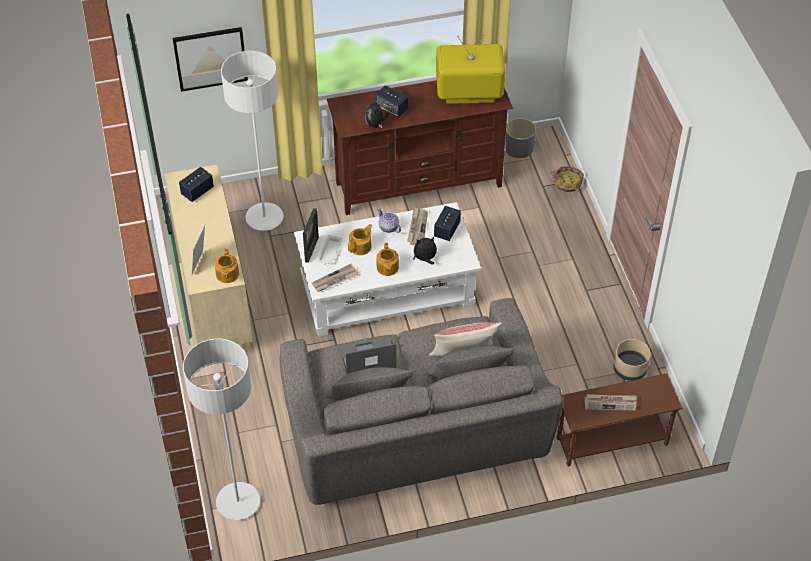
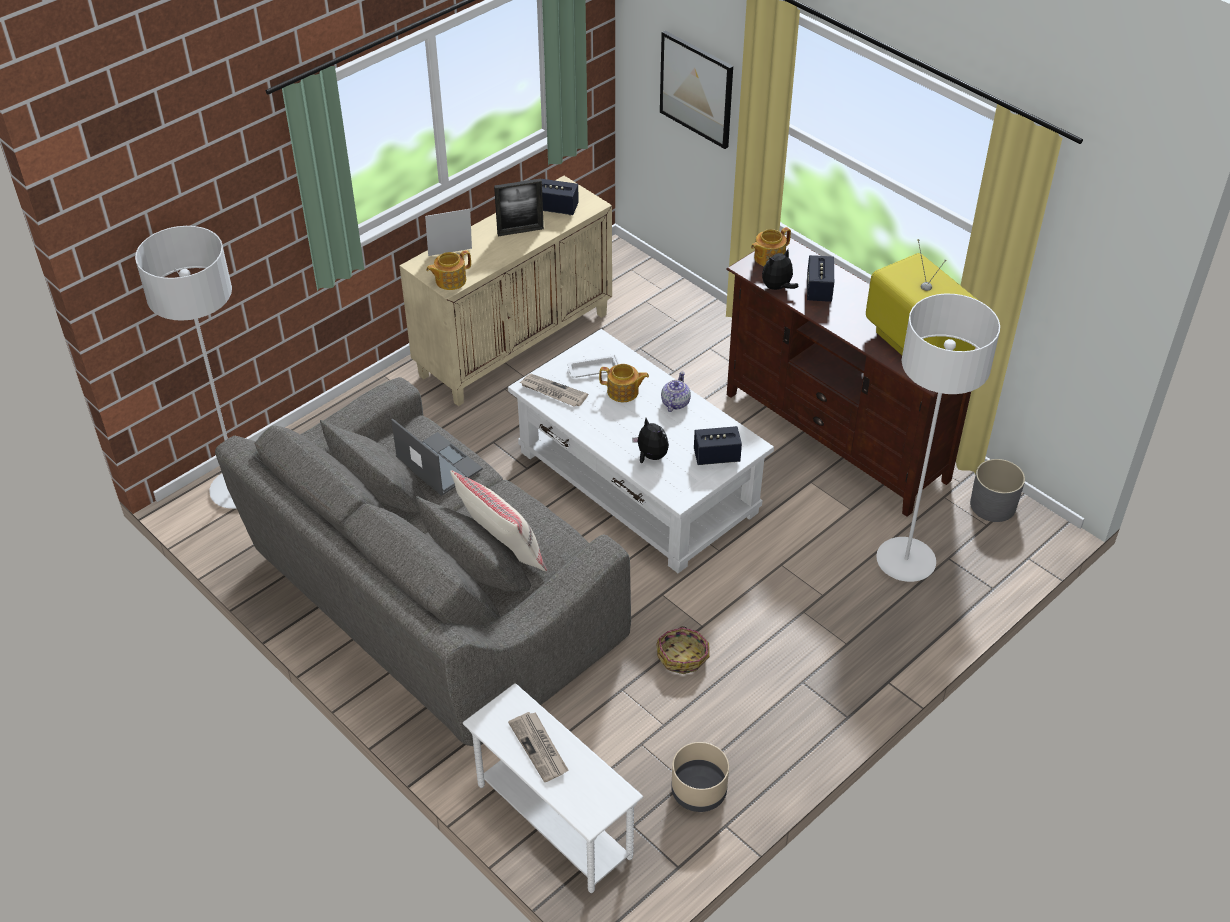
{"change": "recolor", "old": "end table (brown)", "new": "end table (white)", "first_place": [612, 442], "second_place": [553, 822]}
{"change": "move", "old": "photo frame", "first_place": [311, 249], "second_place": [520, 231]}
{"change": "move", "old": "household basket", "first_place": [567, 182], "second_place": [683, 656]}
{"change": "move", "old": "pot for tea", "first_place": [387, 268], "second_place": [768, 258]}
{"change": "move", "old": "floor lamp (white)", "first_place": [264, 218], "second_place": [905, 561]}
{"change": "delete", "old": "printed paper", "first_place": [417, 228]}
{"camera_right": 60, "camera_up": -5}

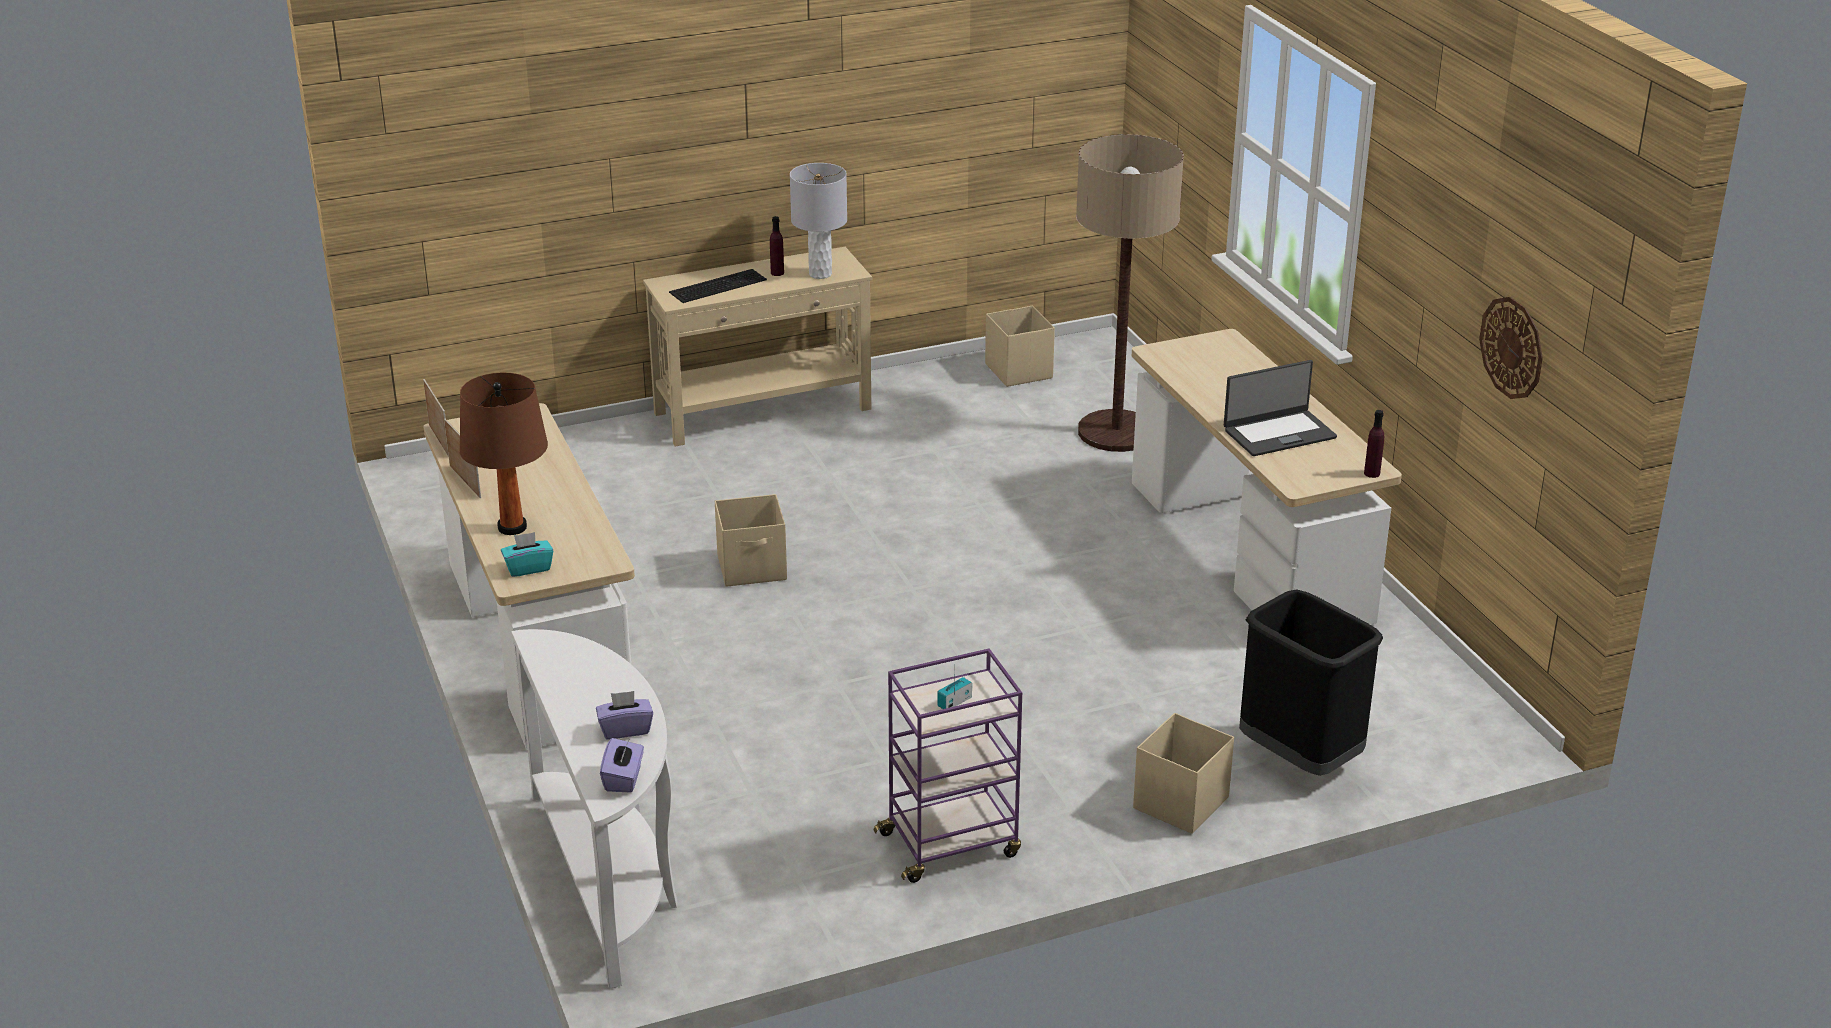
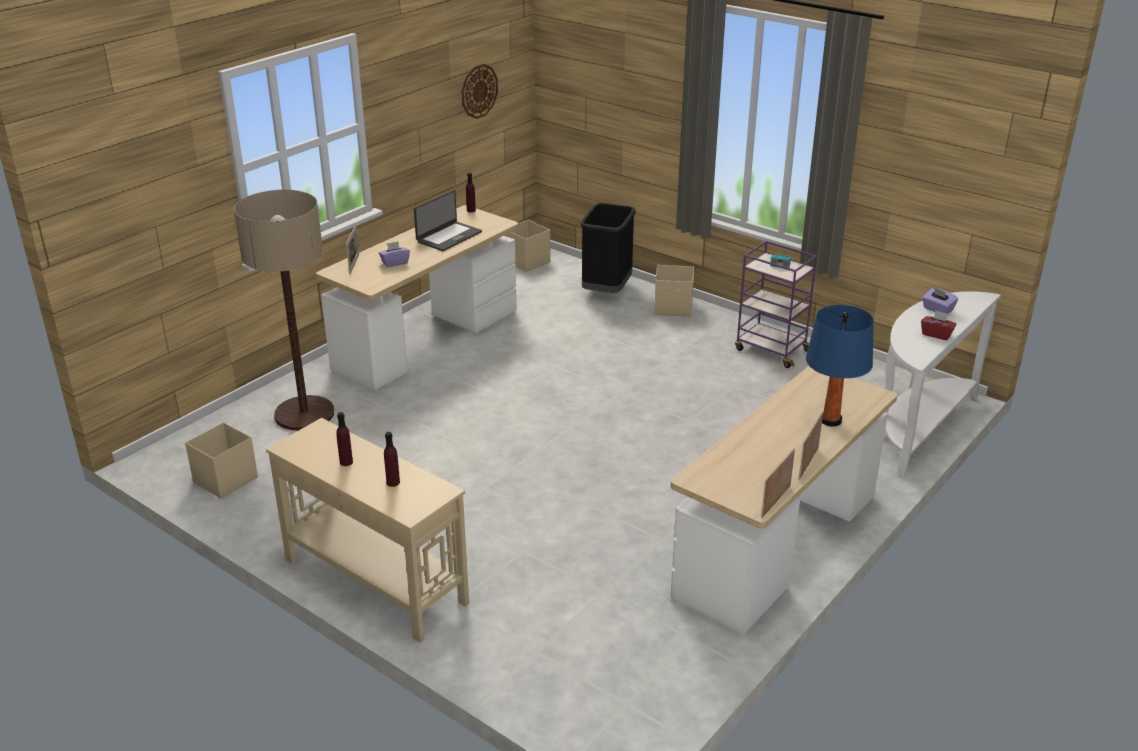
{"change": "insert", "new": "photo frame", "second_place": [354, 264]}
{"change": "move", "old": "box of tissues (purple-coloured)", "first_place": [624, 779], "second_place": [395, 263]}
{"change": "replace", "old": "PC keyboard", "new": "drink bottle (purple-coloured)", "first_place": [718, 285], "second_place": [393, 482]}
{"change": "rotate", "old": "laptop", "first_place": [1278, 433], "second_place": [448, 236], "degrees": 90}
{"change": "move", "old": "storage box (beige-coloured)", "first_place": [753, 568], "second_place": [527, 261]}
{"change": "recolor", "old": "table lamp (brown)", "new": "table lamp (bluish)", "first_place": [512, 527], "second_place": [830, 420]}
{"change": "insert", "new": "box of tissues (red)", "second_place": [936, 334]}
{"change": "delete", "old": "box of tissues (turquoise-coloured)", "first_place": [528, 568]}
{"change": "delete", "old": "table lamp (gray)", "first_place": [820, 274]}
{"camera_right": -120, "camera_up": 0}

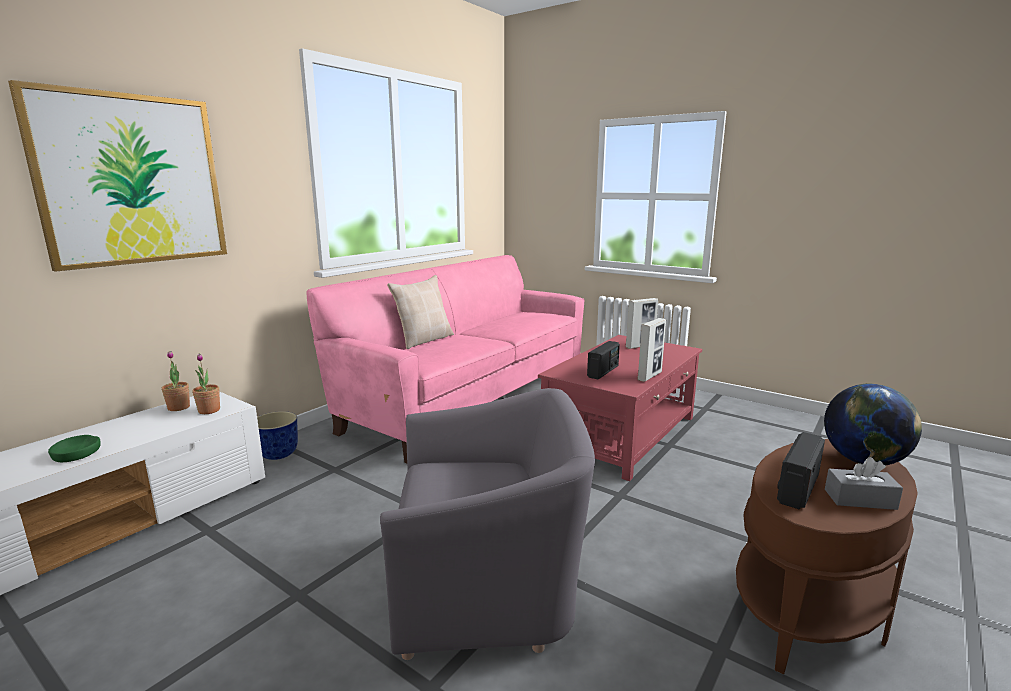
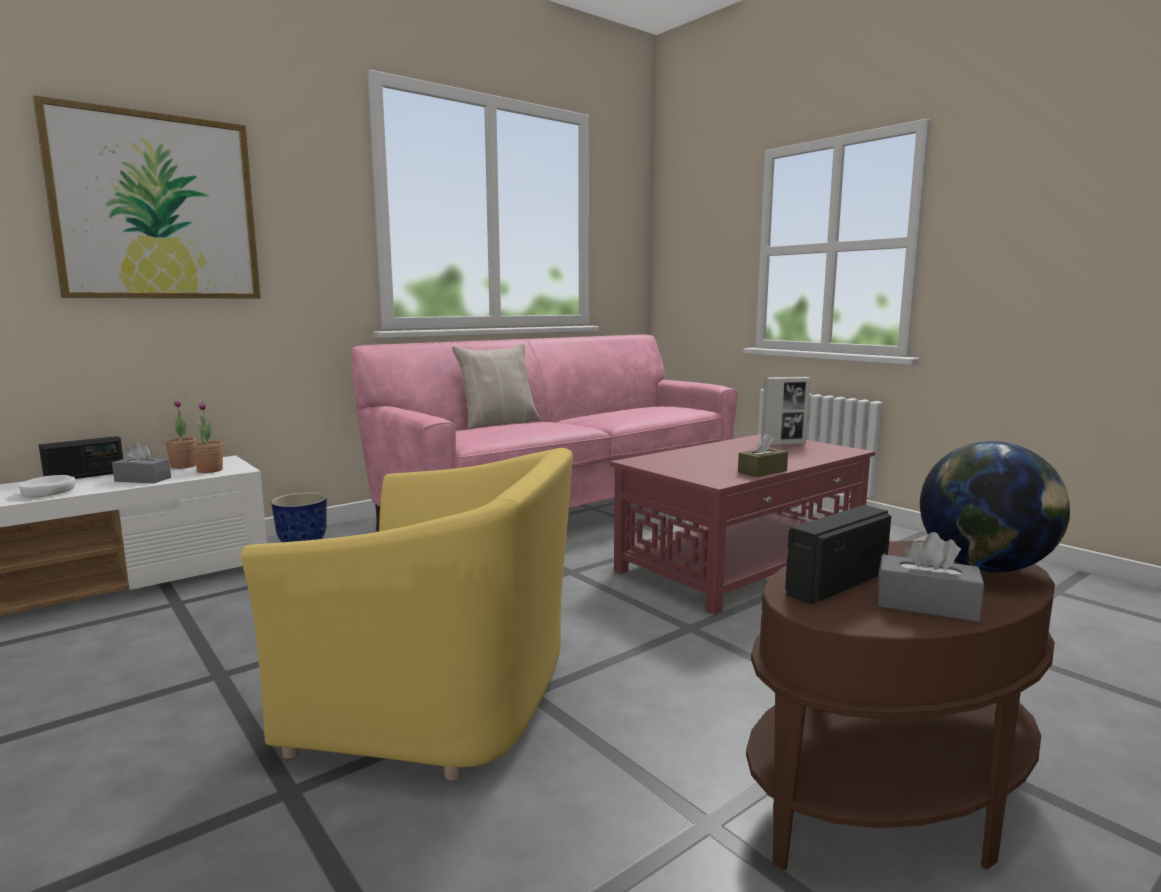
{"change": "recolor", "old": "serving bowl (green)", "new": "serving bowl (white)", "first_place": [76, 453], "second_place": [49, 492]}
{"change": "move", "old": "radio set", "first_place": [603, 371], "second_place": [85, 476]}
{"change": "insert", "new": "box of tissues (gray)", "second_place": [143, 479]}
{"change": "recolor", "old": "easy chair (gray)", "new": "easy chair (yellow)", "first_place": [487, 583], "second_place": [442, 697]}
{"change": "replace", "old": "photo frame", "new": "box of tissues (brown)", "first_place": [649, 376], "second_place": [762, 471]}
{"camera_right": 15, "camera_up": -5}

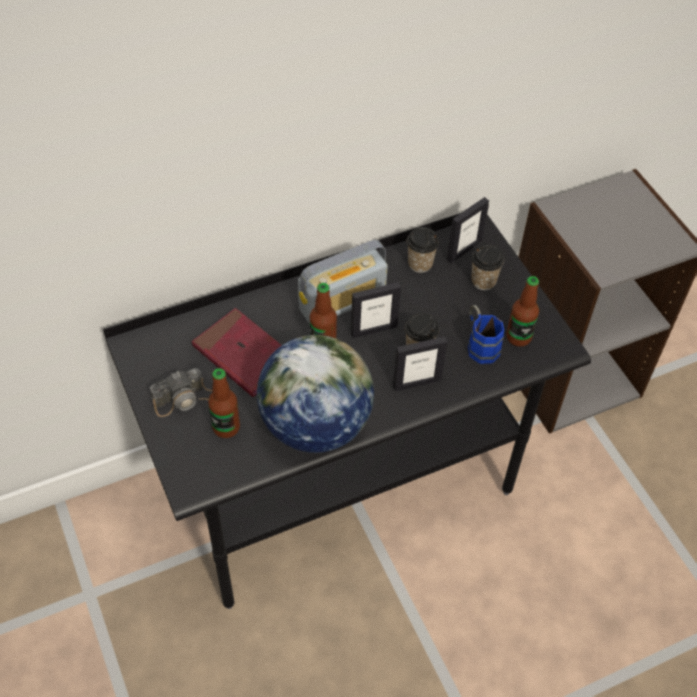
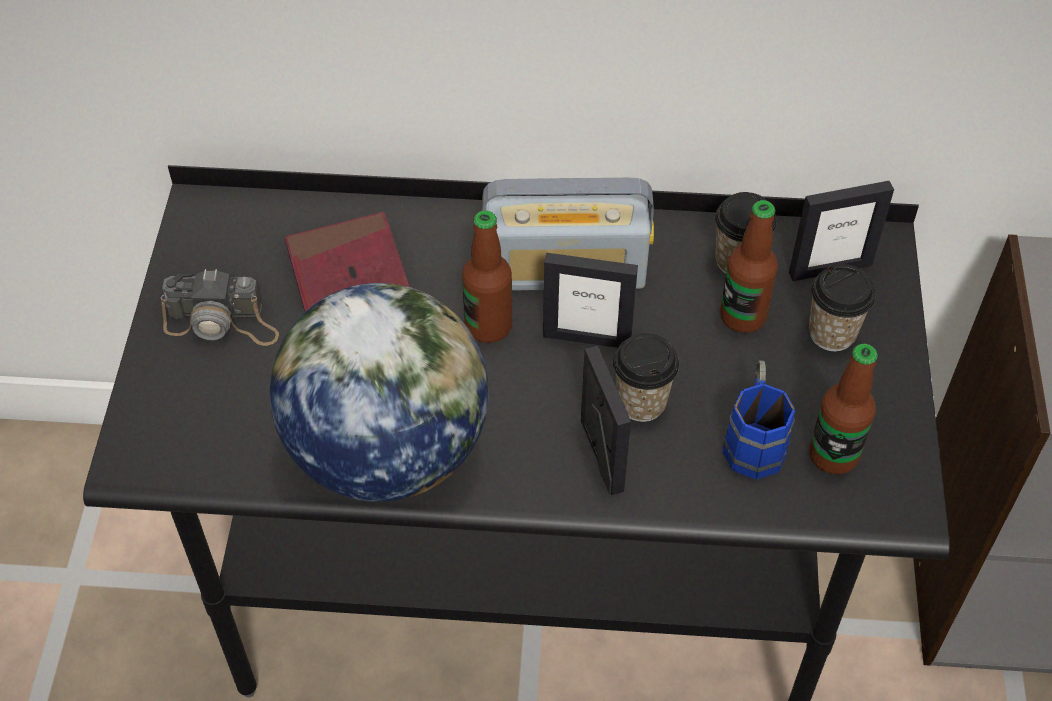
{"change": "rotate", "old": "photo frame", "first_place": [416, 383], "second_place": [601, 455], "degrees": -120}
{"change": "move", "old": "drink bottle", "first_place": [226, 427], "second_place": [743, 316]}
{"camera_right": 30, "camera_up": 0}

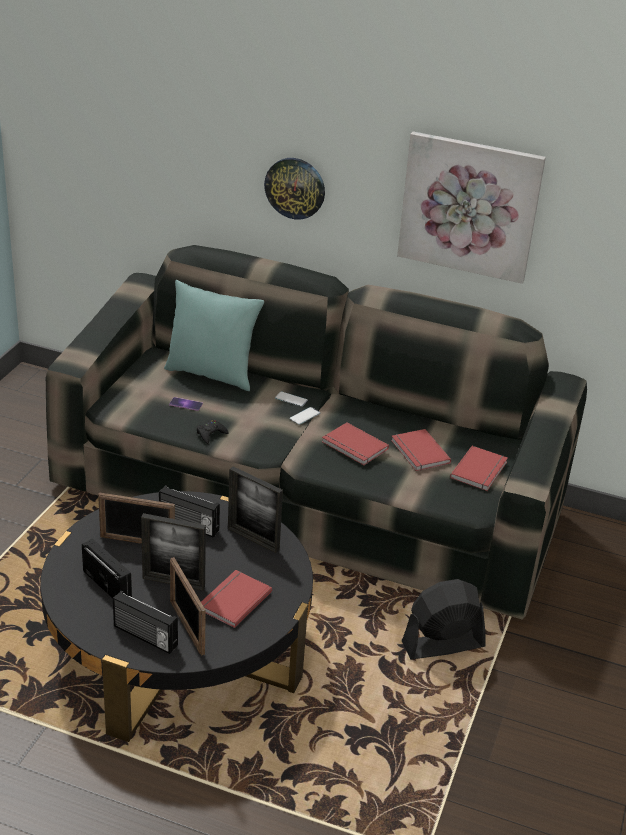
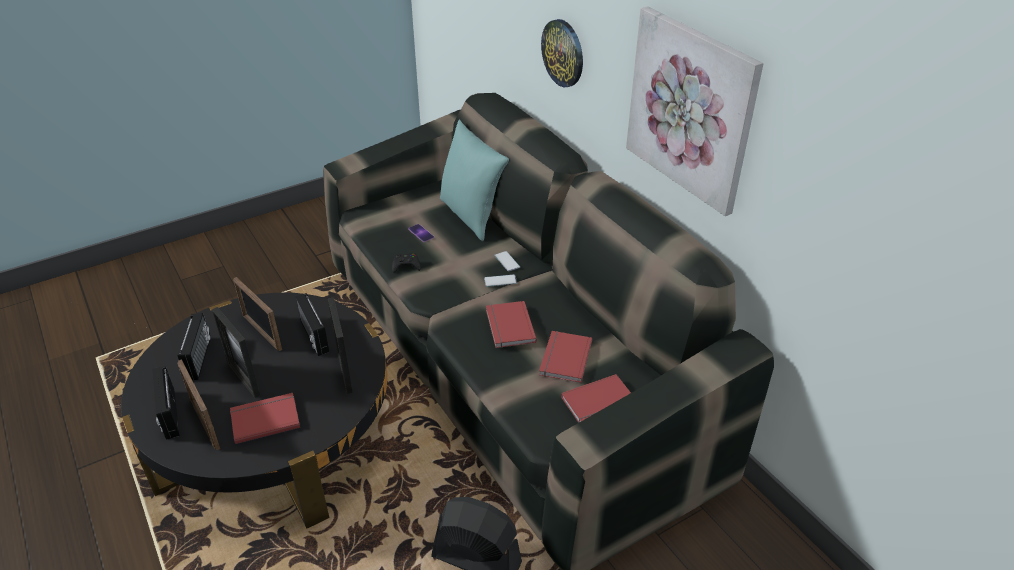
{"change": "rotate", "old": "photo frame", "first_place": [187, 627], "second_place": [205, 423], "degrees": -45}
{"camera_right": 40, "camera_up": 5}

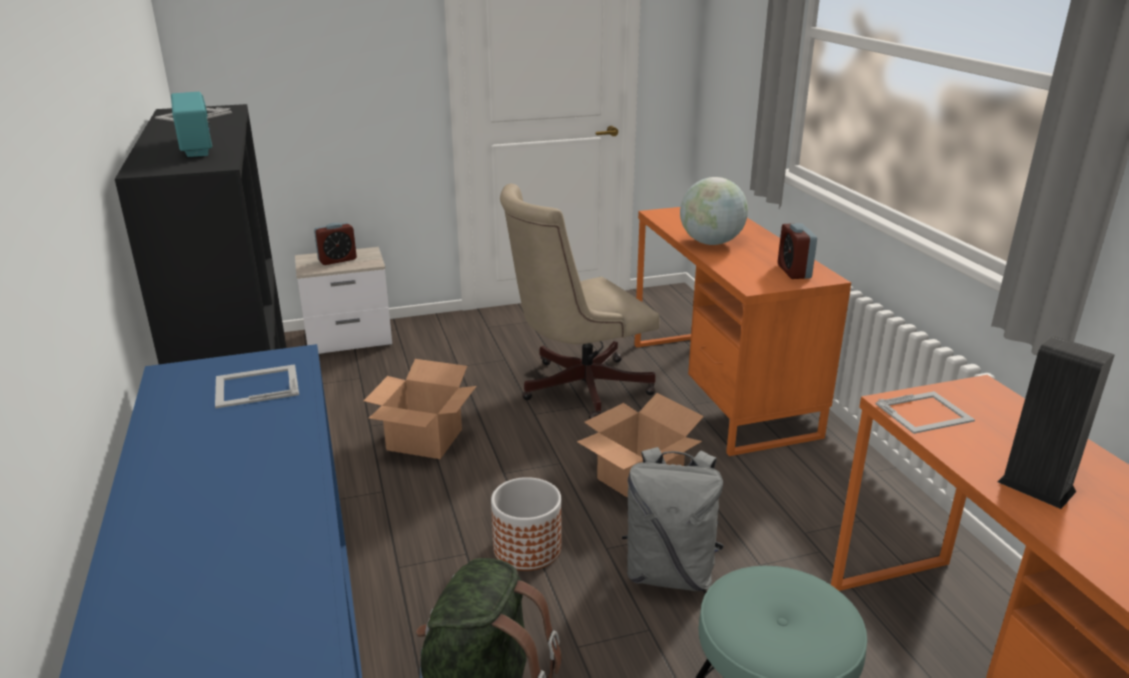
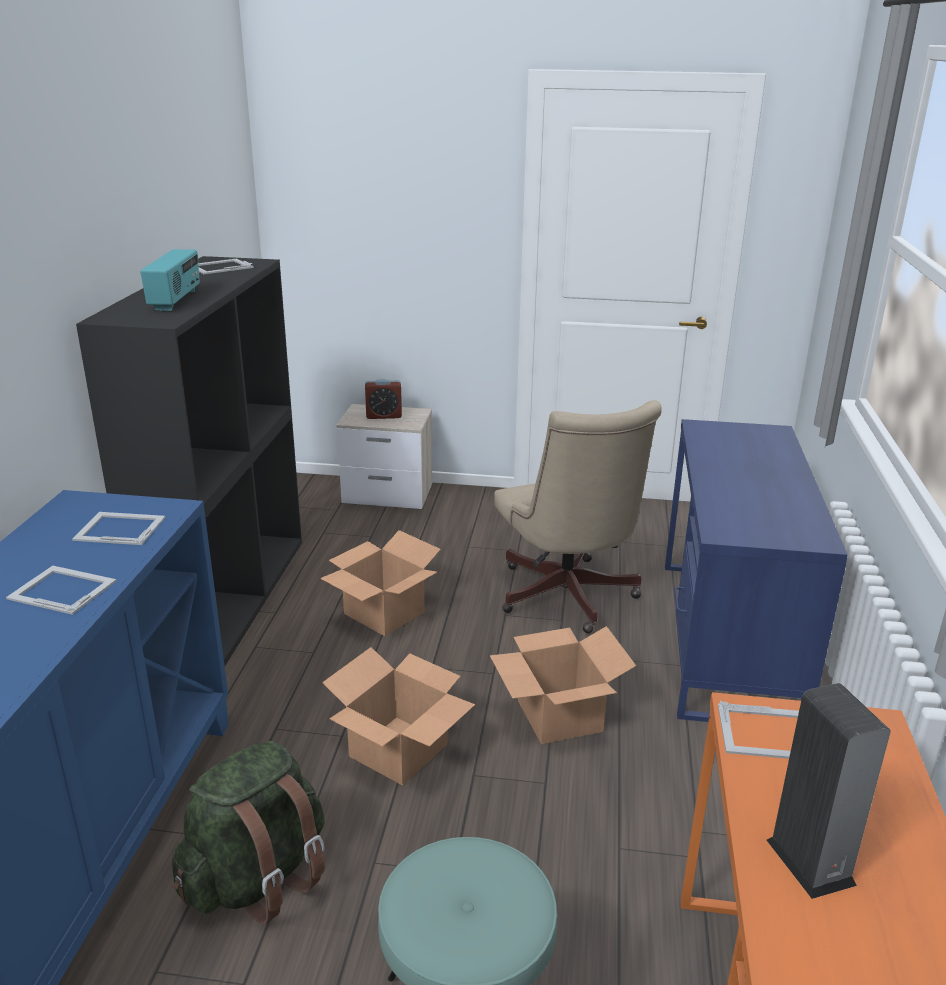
{"change": "insert", "new": "photo frame", "second_place": [62, 589]}
{"change": "replace", "old": "flower pot", "new": "cardboard box", "first_place": [527, 548], "second_place": [399, 749]}
{"change": "rotate", "old": "desk chair (beige-coloured)", "first_place": [577, 388], "second_place": [567, 599], "degrees": -105}
{"change": "recolor", "old": "desk unit (orange-coloured)", "new": "desk unit (bluish)", "first_place": [719, 387], "second_place": [726, 638]}
{"change": "delete", "old": "rucksack (gray)", "first_place": [670, 572]}
{"change": "delete", "old": "world globe", "first_place": [711, 243]}
{"change": "delete", "old": "table clock", "first_place": [794, 271]}
{"camera_right": 25, "camera_up": 0}

